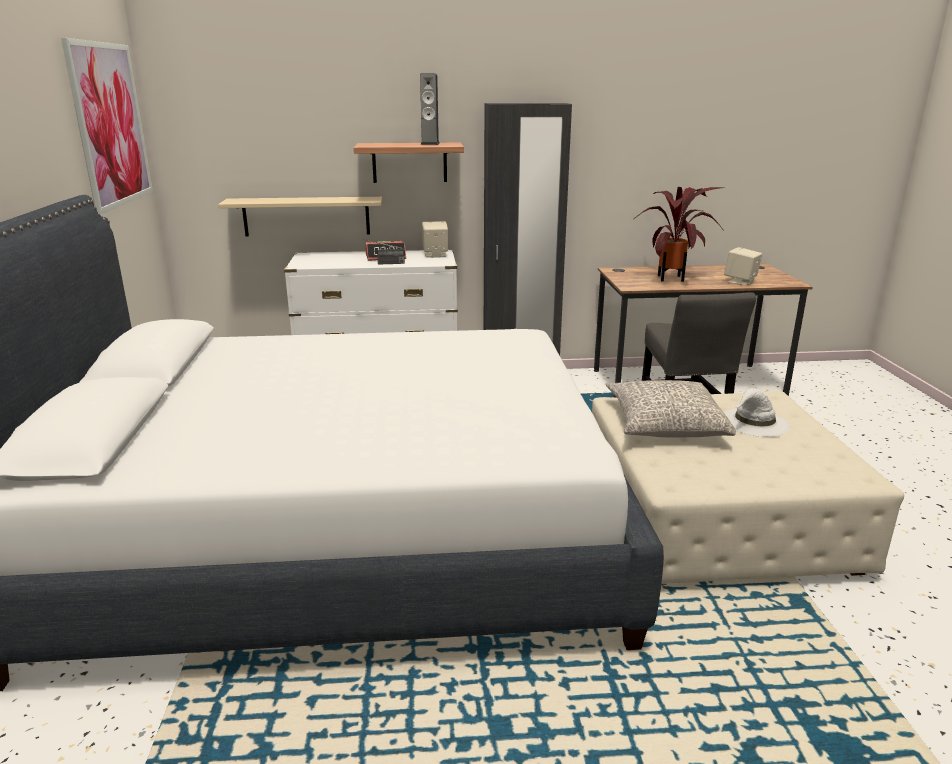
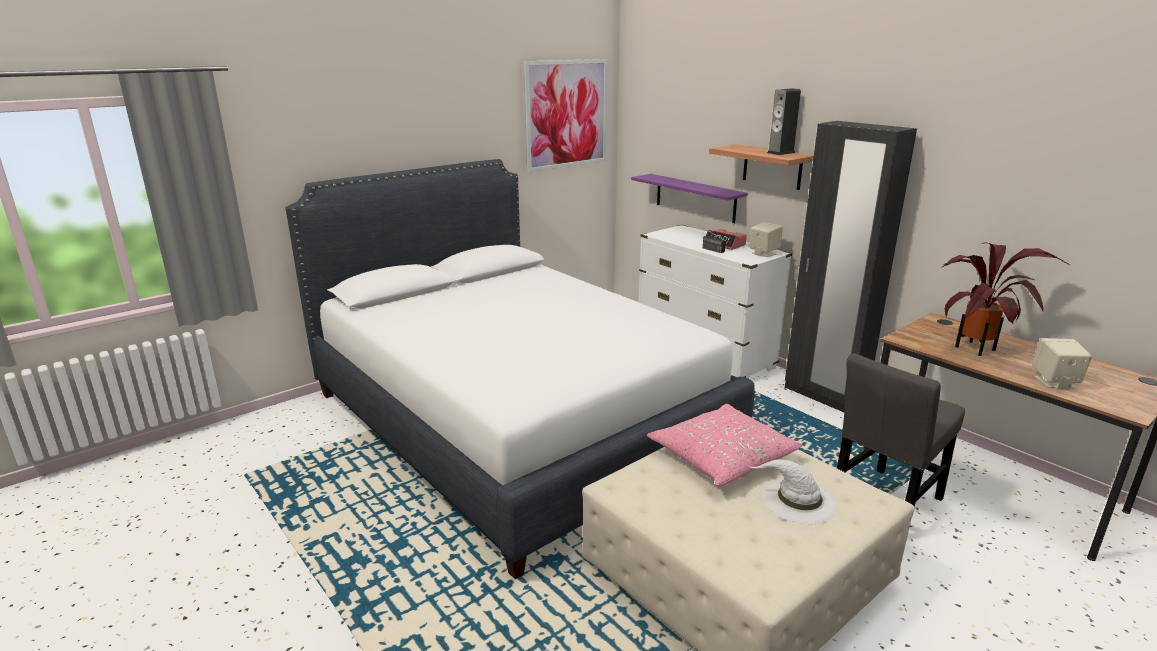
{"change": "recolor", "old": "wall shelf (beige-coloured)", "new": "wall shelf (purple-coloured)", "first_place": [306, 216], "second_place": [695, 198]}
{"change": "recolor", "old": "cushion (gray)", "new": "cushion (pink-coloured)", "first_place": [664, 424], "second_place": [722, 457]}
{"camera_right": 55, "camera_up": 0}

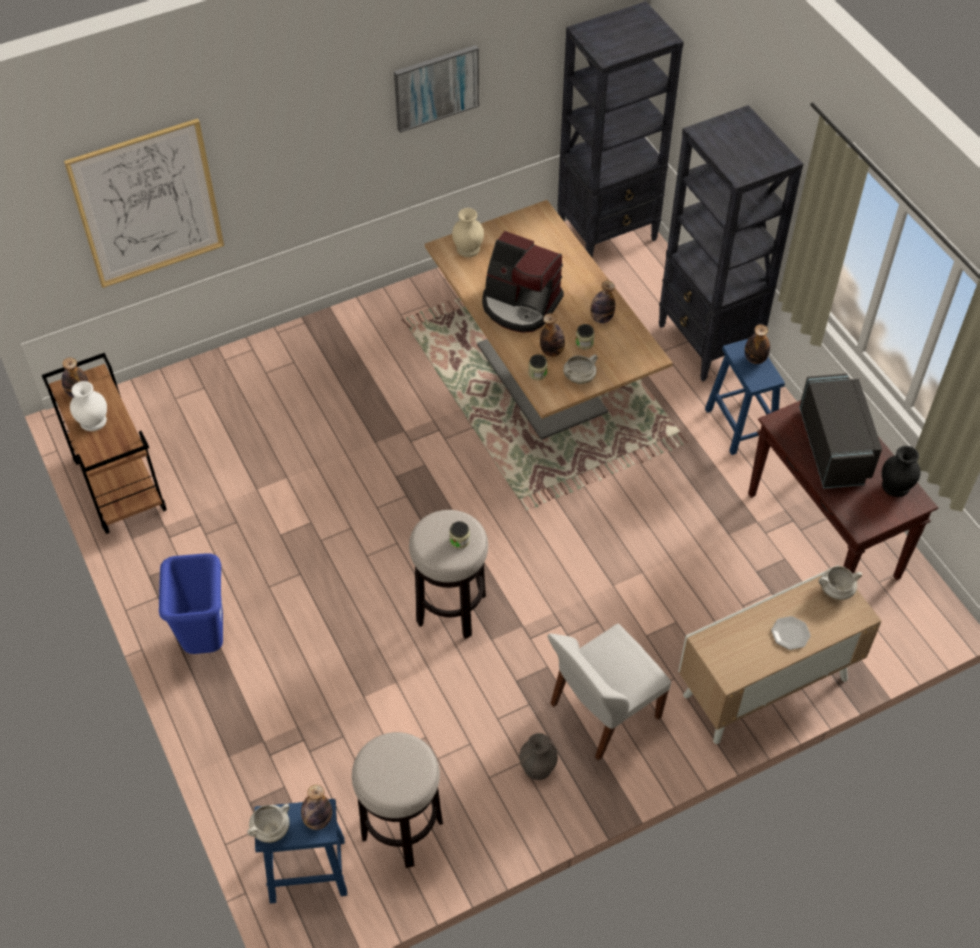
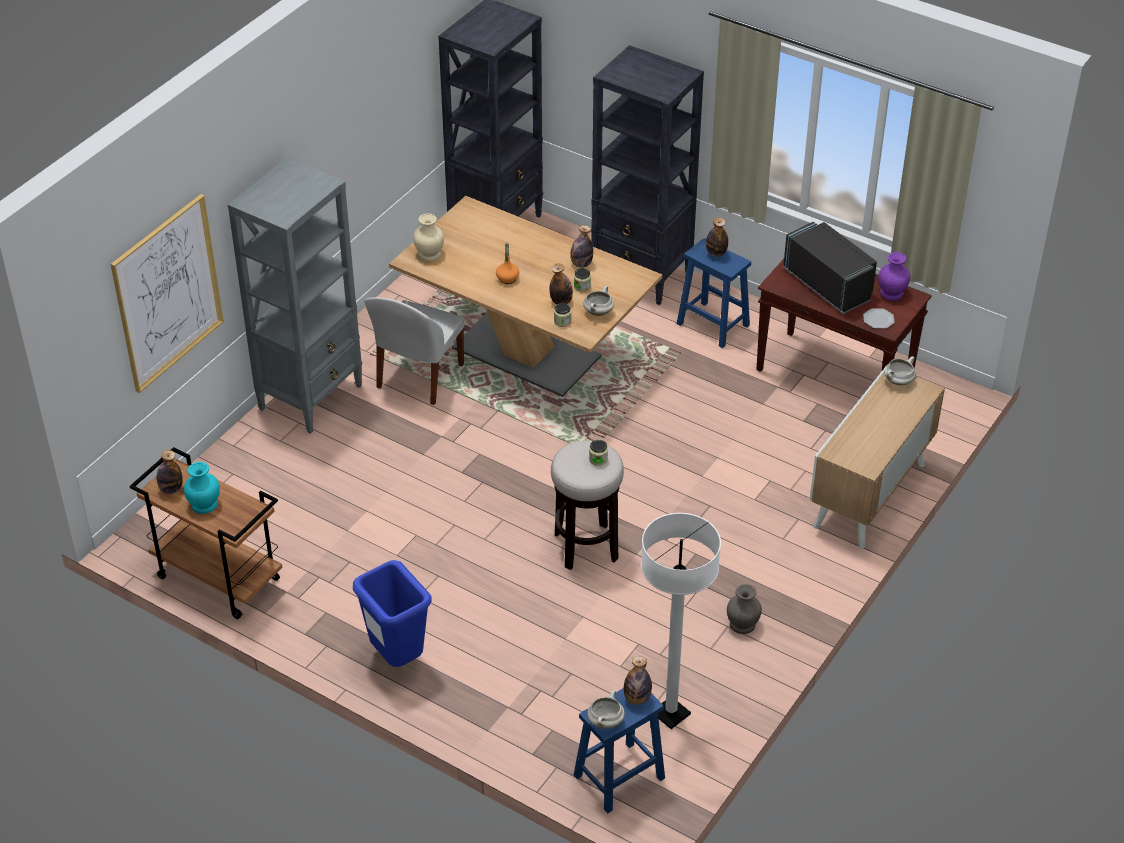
{"change": "recolor", "old": "flower vase (white)", "new": "flower vase (turquoise-coloured)", "first_place": [94, 421], "second_place": [205, 504]}
{"change": "insert", "new": "shelving unit (gray)", "second_place": [311, 397]}
{"change": "move", "old": "chair (white)", "first_place": [602, 712], "second_place": [418, 377]}
{"change": "replace", "old": "coffee brewer", "new": "drink bottle (orange-coloured)", "first_place": [520, 305], "second_place": [507, 278]}
{"change": "replace", "old": "sitting stool", "new": "floor lamp (white)", "first_place": [401, 828], "second_place": [671, 714]}
{"change": "move", "old": "plate", "first_place": [790, 634], "second_place": [878, 320]}
{"change": "recolor", "old": "flower vase (black-coloured)", "new": "flower vase (purple-coloured)", "first_place": [895, 486], "second_place": [891, 293]}
{"change": "delete", "old": "wall picture", "first_place": [436, 87]}
{"camera_right": -30, "camera_up": -10}

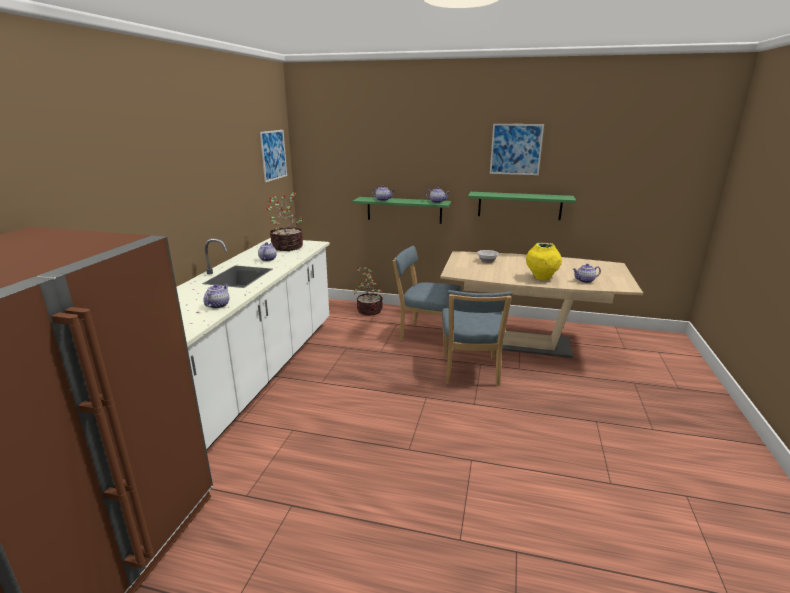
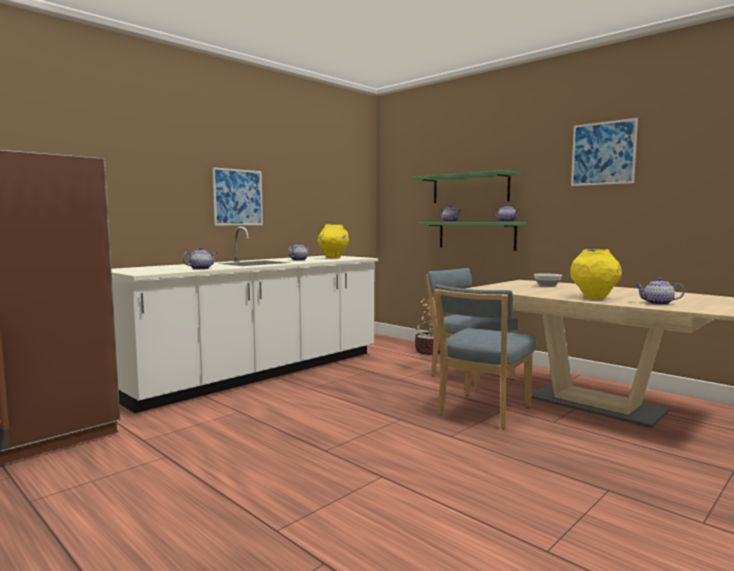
{"change": "move", "old": "wall picture", "first_place": [273, 155], "second_place": [238, 197]}
{"change": "replace", "old": "potted plant", "new": "flower vase (yellow)", "first_place": [288, 247], "second_place": [333, 257]}
{"change": "move", "old": "wall shelf (green)", "first_place": [519, 205], "second_place": [470, 188]}
{"camera_right": 30, "camera_up": -15}

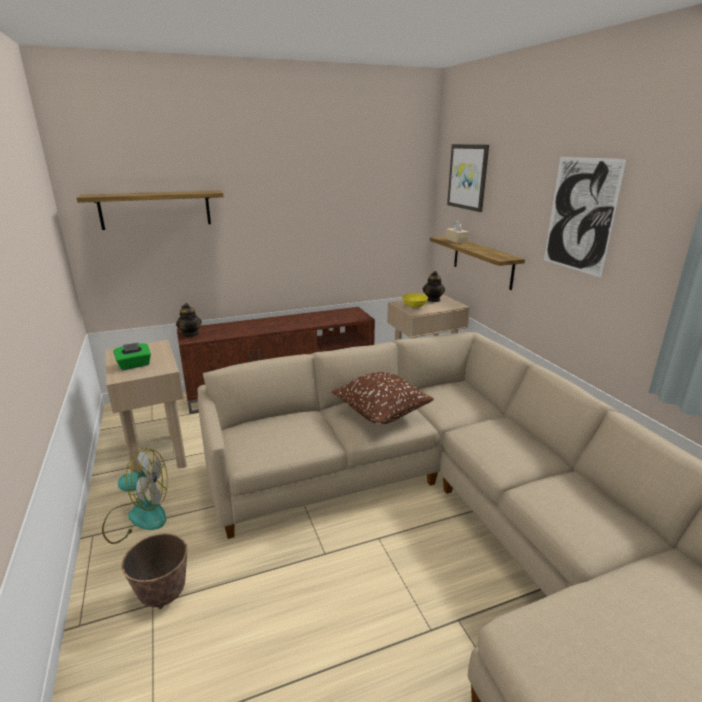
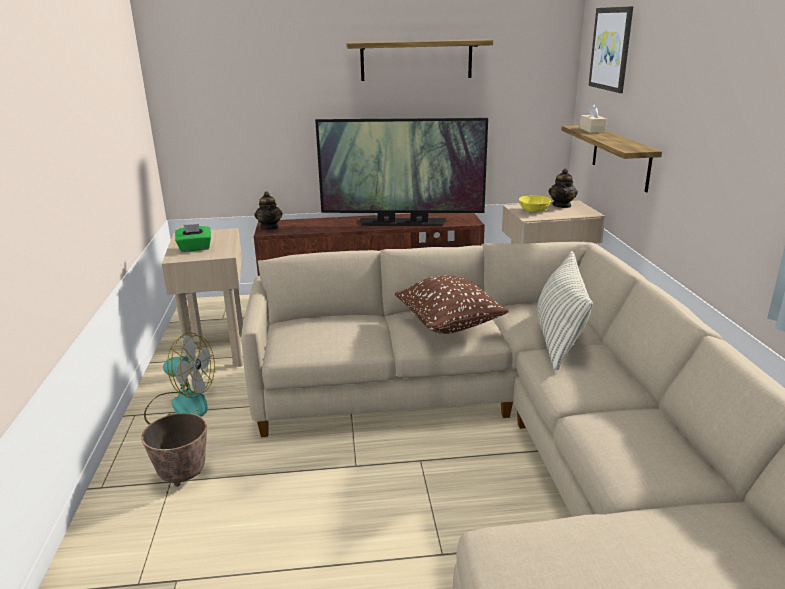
{"change": "insert", "new": "TV", "second_place": [402, 223]}
{"change": "move", "old": "wall shelf", "first_place": [155, 209], "second_place": [416, 60]}
{"change": "insert", "new": "cushion", "second_place": [559, 338]}
{"change": "delete", "old": "wall picture", "first_place": [580, 215]}
{"camera_right": 15, "camera_up": 0}

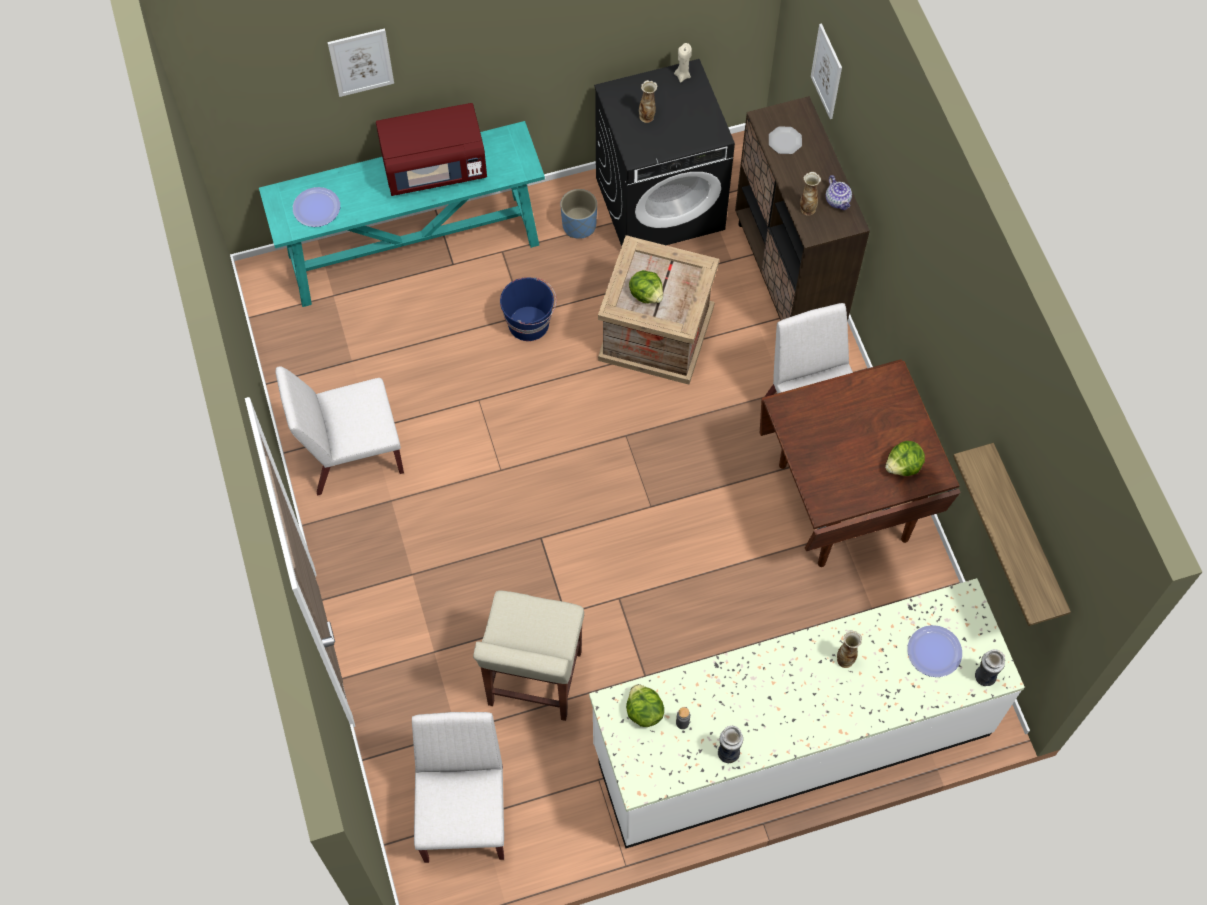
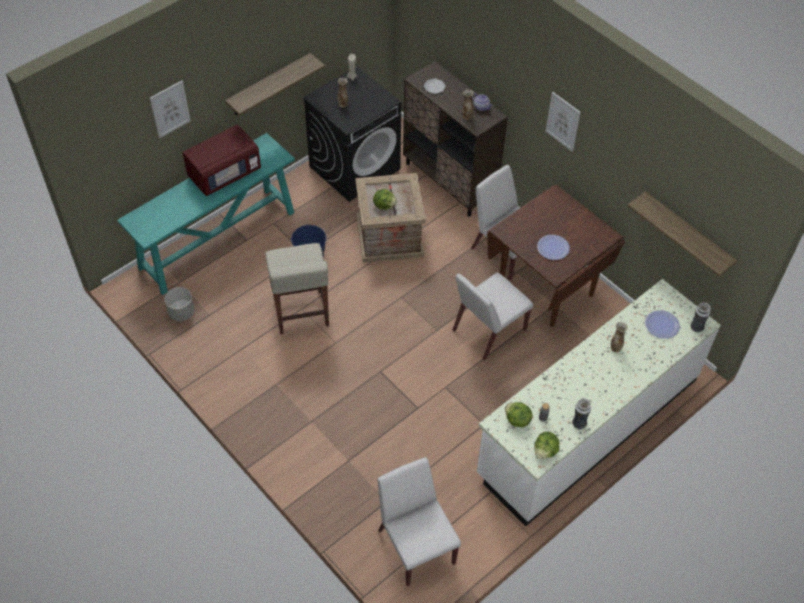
{"change": "insert", "new": "flower pot (gray)", "second_place": [182, 312]}
{"change": "insert", "new": "wall shelf", "second_place": [269, 85]}
{"change": "move", "old": "sitting stool (beige-coloured)", "first_place": [534, 680], "second_place": [301, 313]}
{"change": "move", "old": "chair (white)", "first_place": [351, 454], "second_place": [488, 331]}
{"change": "move", "old": "lettuce", "first_place": [903, 466], "second_place": [545, 451]}
{"change": "move", "old": "plate", "first_place": [316, 208], "second_place": [553, 248]}
{"change": "move", "old": "wall picture", "first_place": [827, 71], "second_place": [563, 121]}
{"change": "delete", "old": "flower pot (bluish)", "first_place": [579, 225]}
{"camera_right": -25, "camera_up": -10}

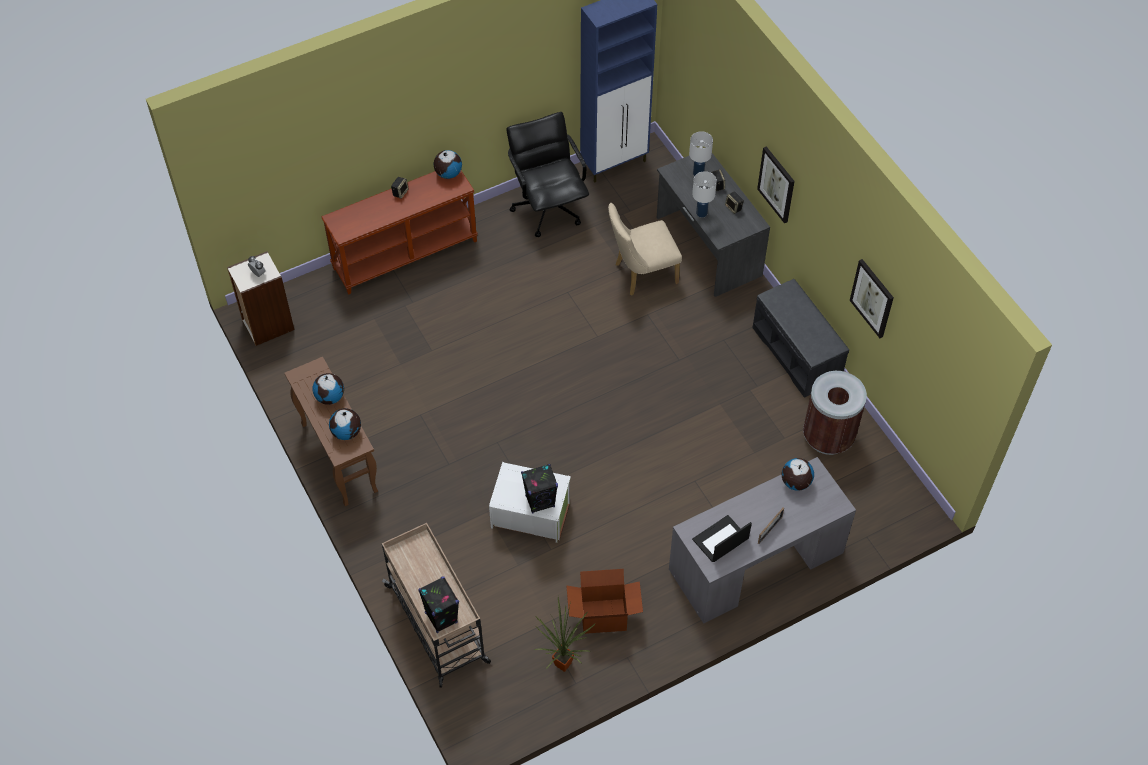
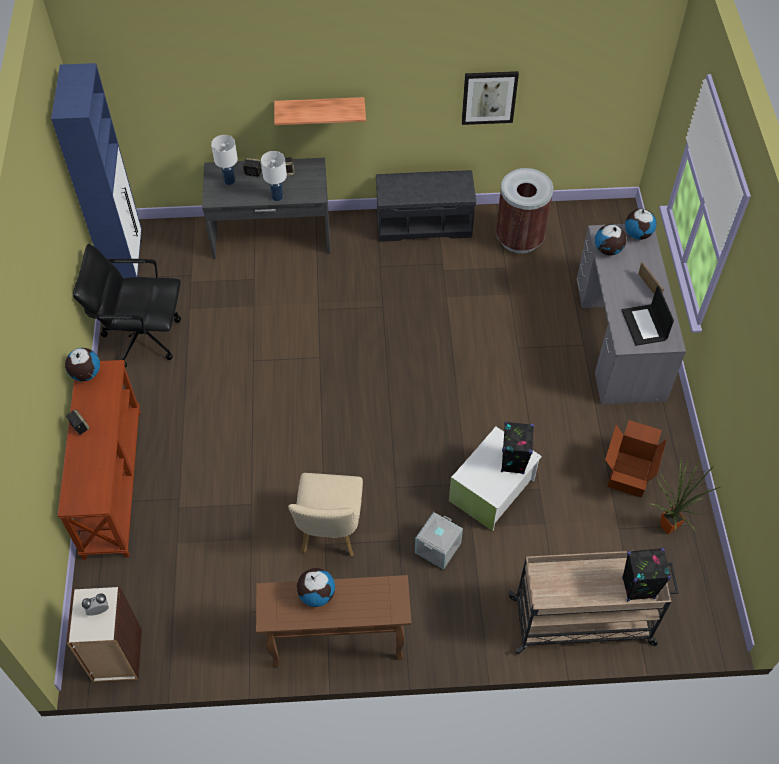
{"change": "replace", "old": "wall picture", "new": "wall shelf", "first_place": [777, 184], "second_place": [320, 109]}
{"change": "move", "old": "chair (beige-coloured)", "first_place": [641, 274], "second_place": [329, 533]}
{"change": "insert", "new": "storage box (gray)", "second_place": [438, 548]}
{"change": "move", "old": "world globe", "first_place": [347, 432], "second_place": [638, 234]}
{"camera_right": -65, "camera_up": 0}

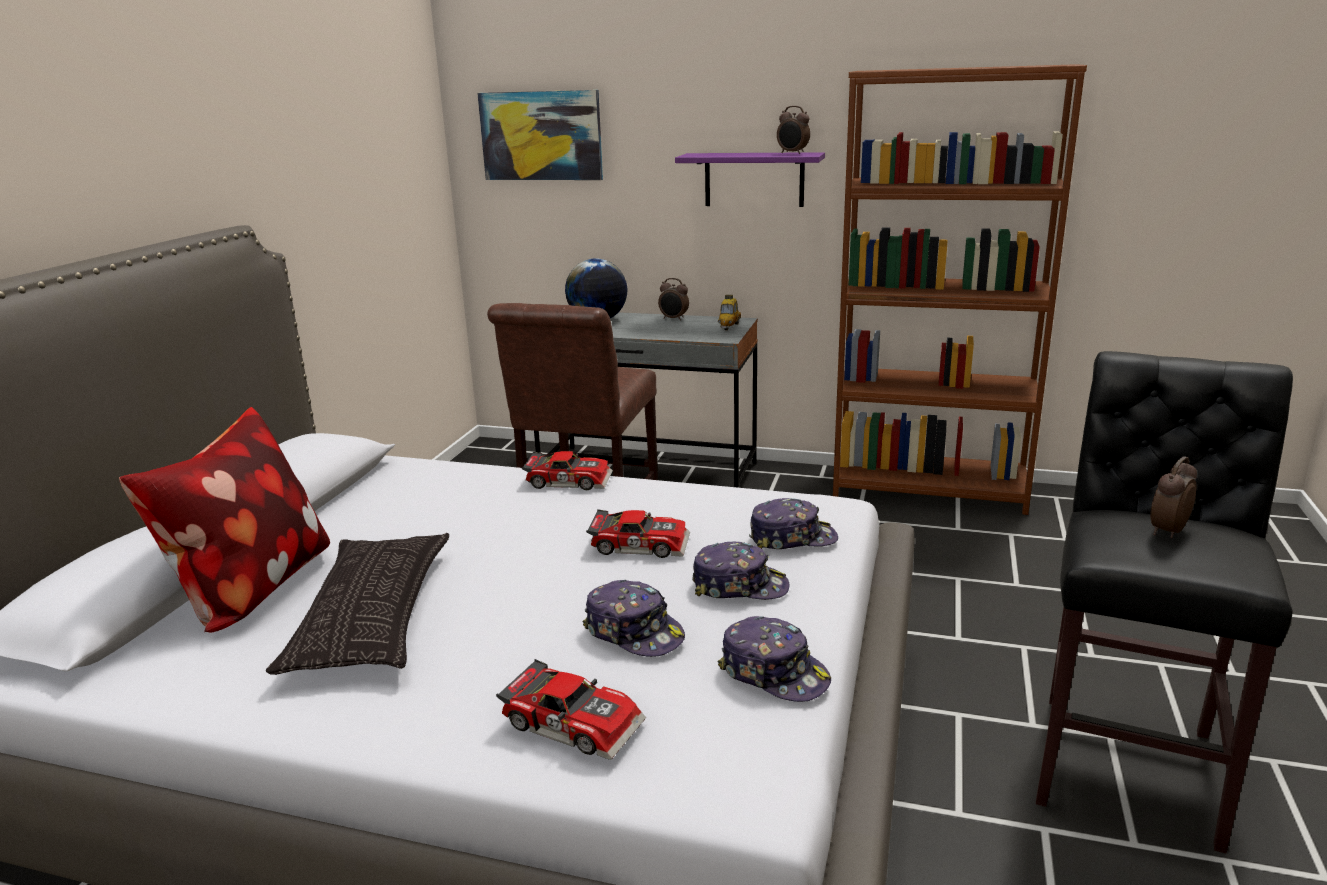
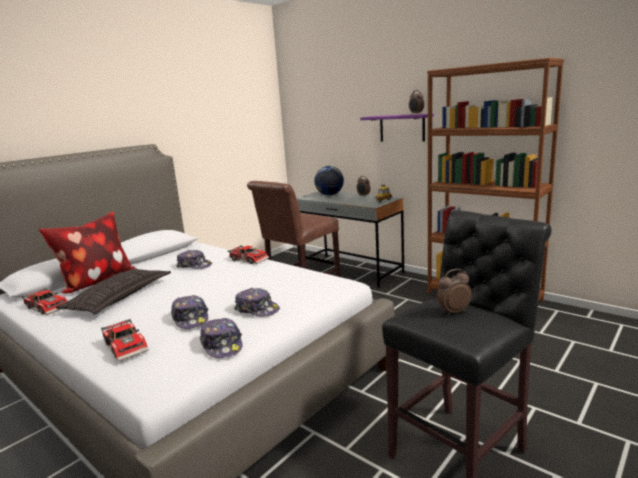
{"change": "move", "old": "miniature car", "first_place": [640, 544], "second_place": [49, 306]}
{"change": "move", "old": "peaked cap", "first_place": [792, 538], "second_place": [194, 265]}
{"change": "delete", "old": "wall picture", "first_place": [541, 136]}
{"camera_right": 25, "camera_up": -5}

